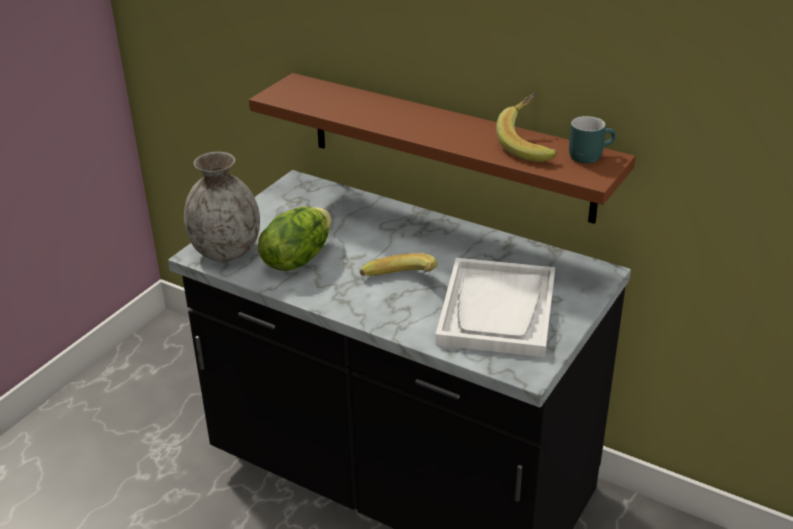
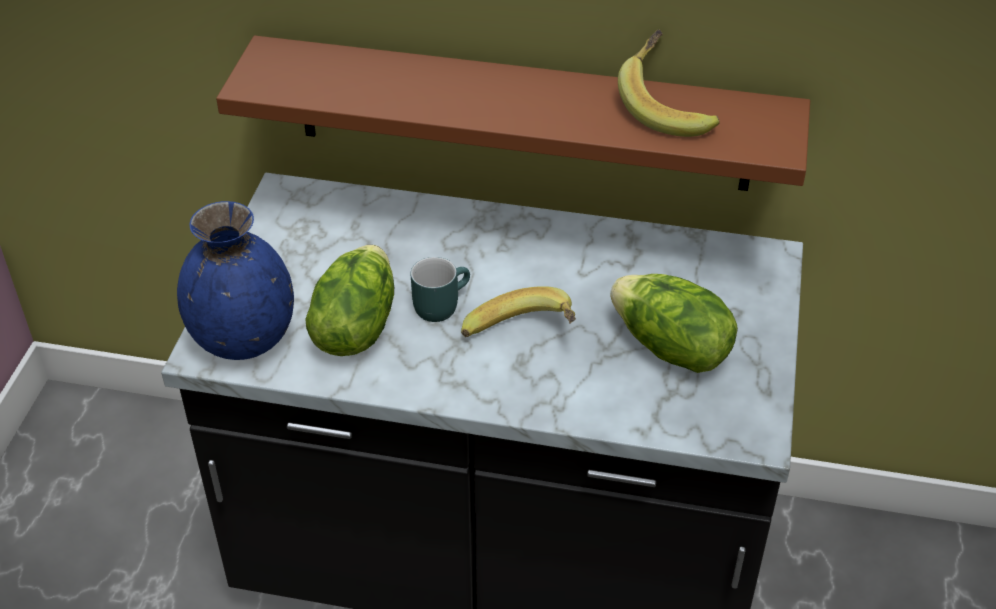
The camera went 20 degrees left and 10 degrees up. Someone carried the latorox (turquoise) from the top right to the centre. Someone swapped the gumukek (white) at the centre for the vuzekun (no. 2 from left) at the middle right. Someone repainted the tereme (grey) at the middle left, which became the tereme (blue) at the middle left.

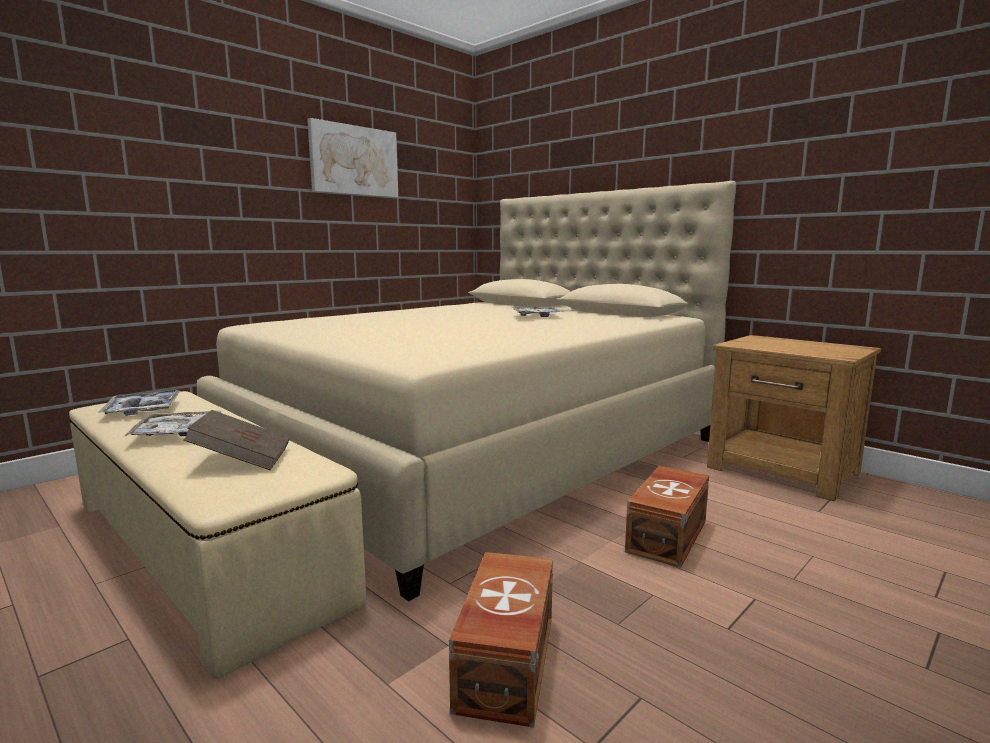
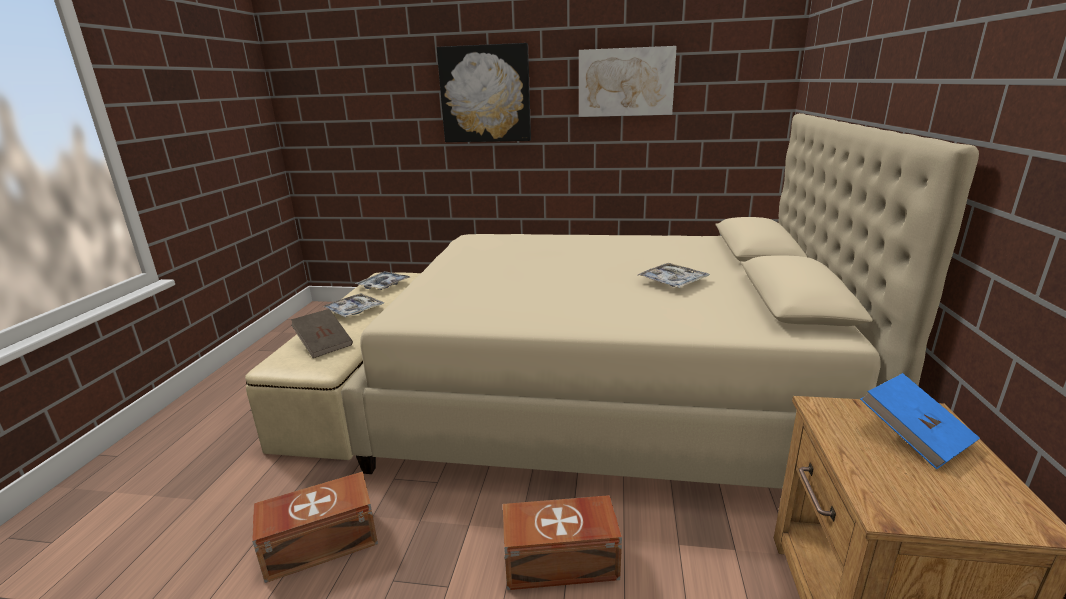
The camera went 55 degrees right and 10 degrees up. Someone put up the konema (no. 1 from left) at the top centre. Someone put down the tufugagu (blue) at the bottom right.

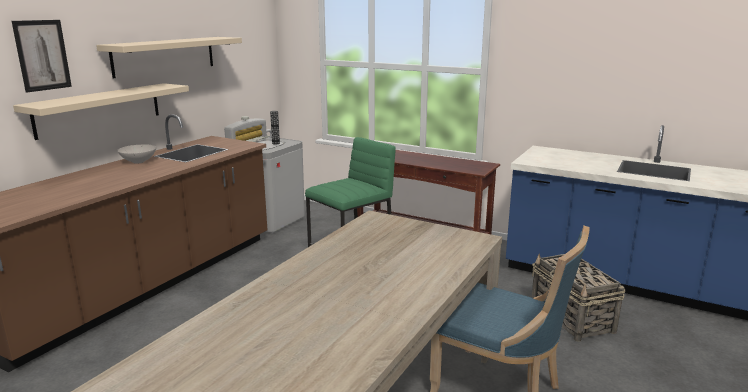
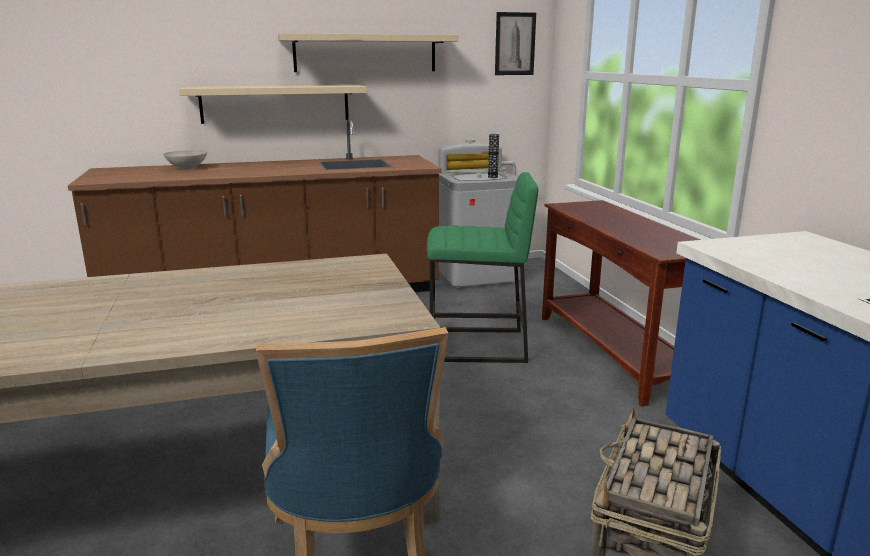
The camera went 45 degrees right and 0 degrees up. Someone carried the konema from the top left to the top centre. Someone carried the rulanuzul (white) from the middle left to the top left.

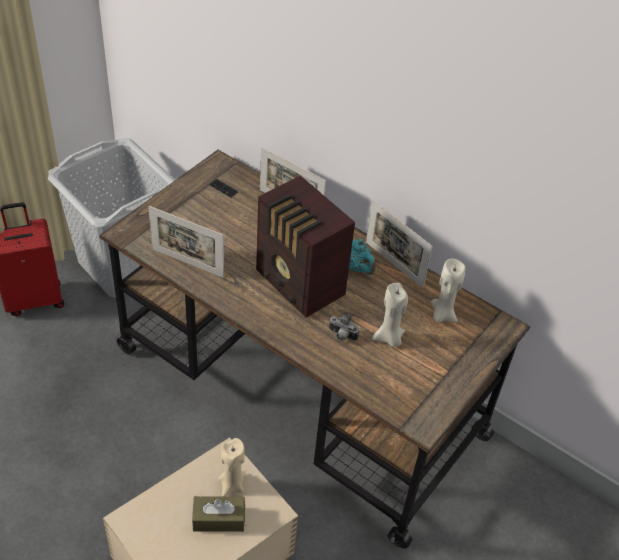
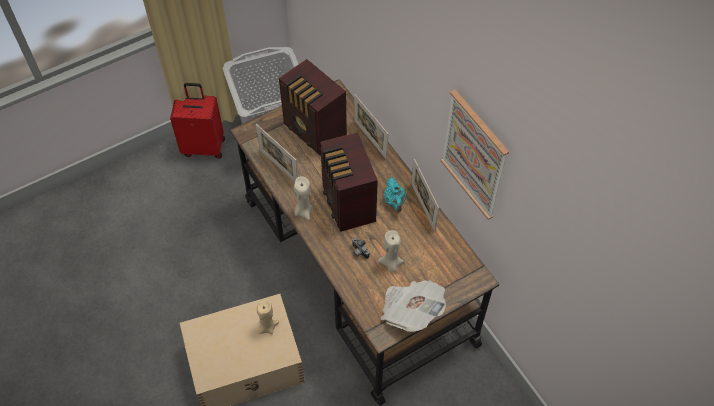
The camera went 25 degrees right and 10 degrees up. Someone took away the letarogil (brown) at the bottom centre. Someone put down the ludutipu (no. 1 from left) at the top centre. Someone put down the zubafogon at the bottom centre. Someone put up the konema at the centre. Someone carried the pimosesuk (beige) (no. 3 from left in the first image) from the middle right to the centre.

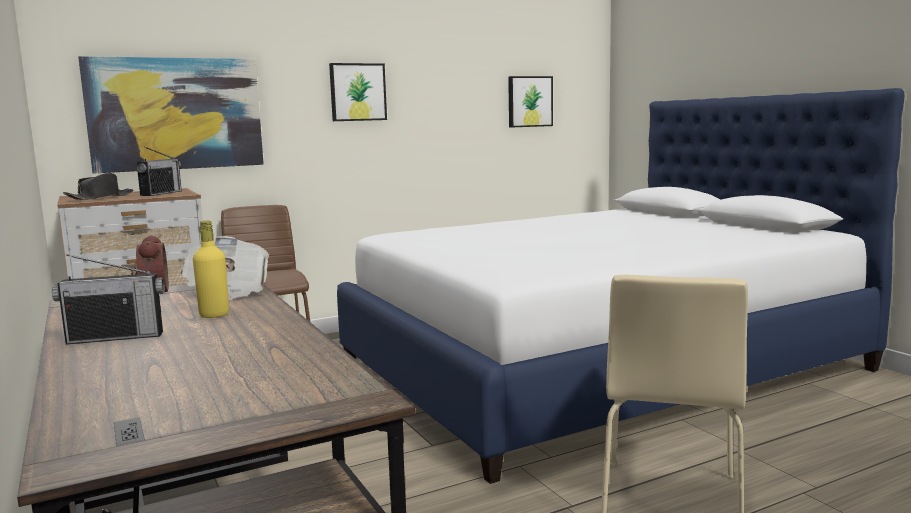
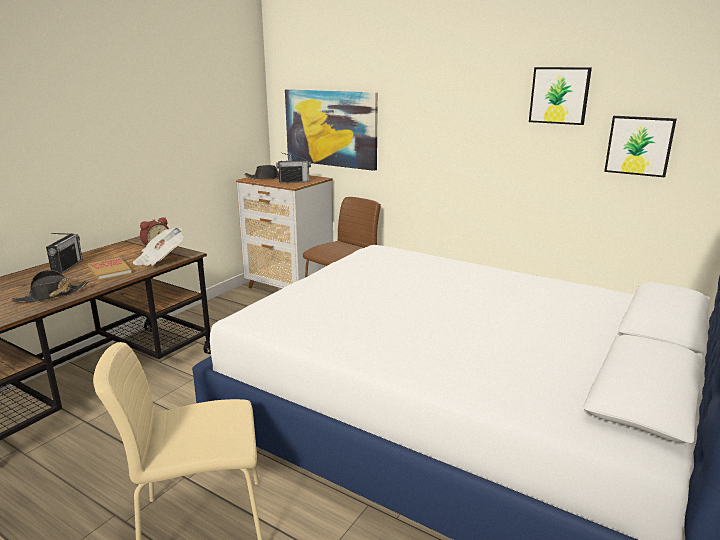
The camera went 60 degrees right and 10 degrees up. Someone put down the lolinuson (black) (no. 1 from left) at the middle left. Someone carried the konema (no. 2 from left) from the top centre to the top right. Someone swapped the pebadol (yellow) at the middle left for the tufugagu at the middle left. Someone rotated the ludutipu (no. 1 from left) at the middle left by 135 degrees counterclockwise.

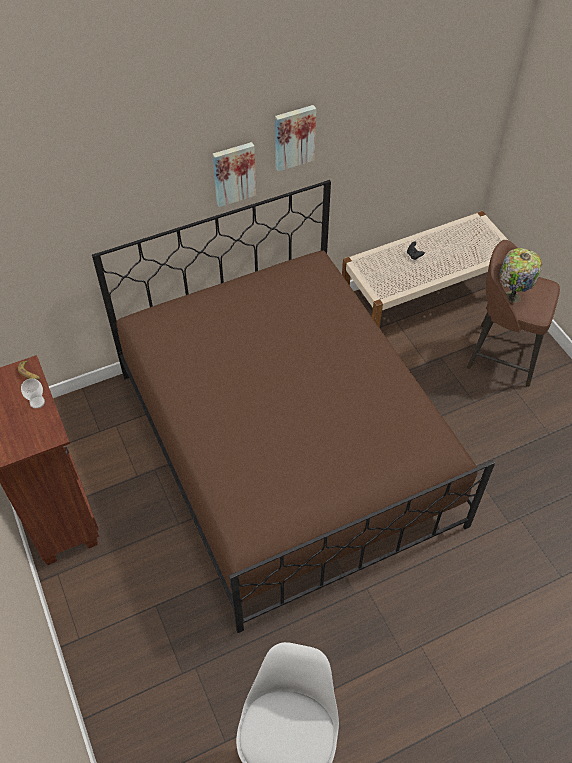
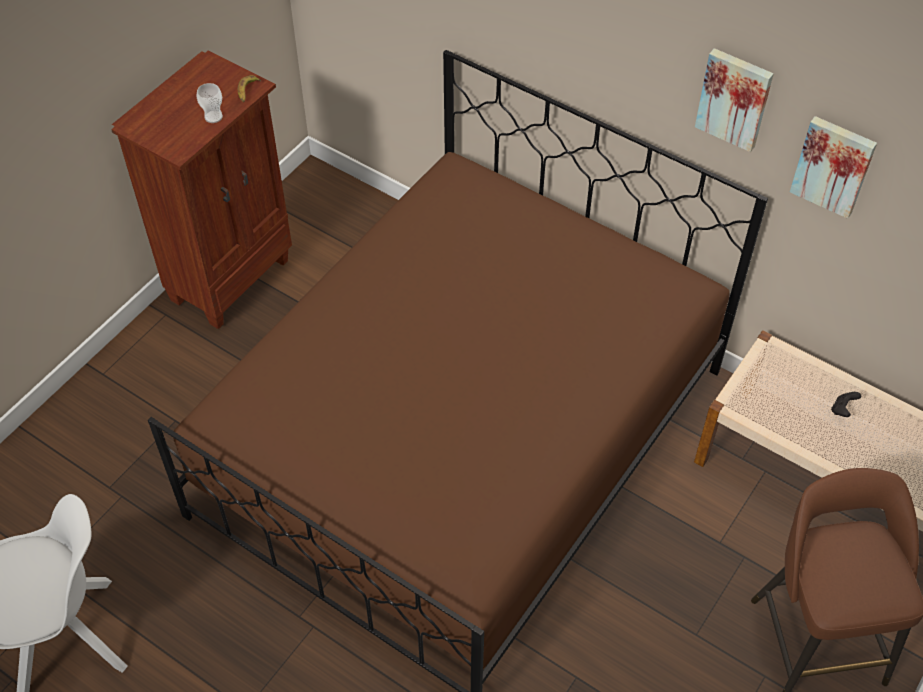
The camera went 60 degrees right and 0 degrees up. Someone took away the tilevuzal at the middle right. Someone carried the konema (no. 1 from left in the first image) from the top centre to the top right.

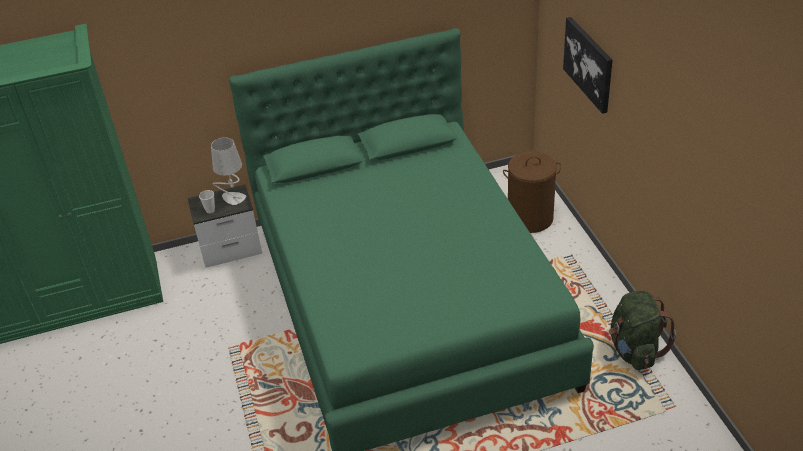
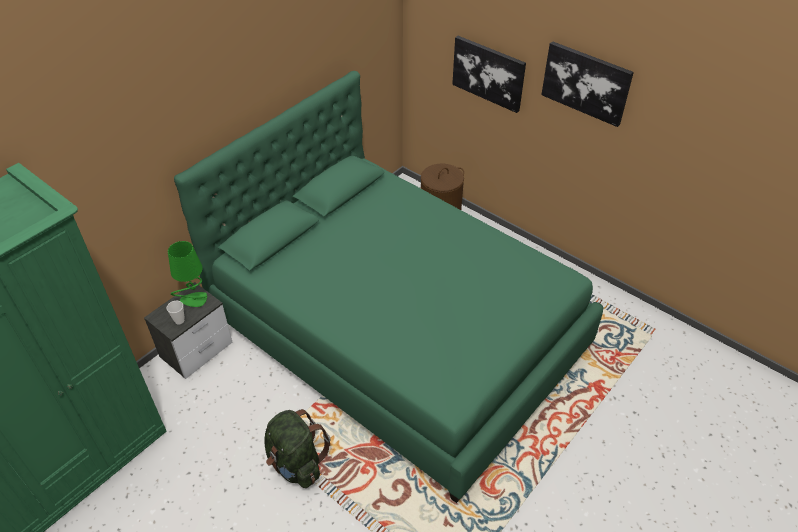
The camera went 35 degrees left and 5 degrees up. Someone put up the konema (no. 2 from left) at the top right. Someone carried the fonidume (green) from the bottom right to the bottom centre. Someone repainted the tilevuzal (grey) at the middle left, which became the tilevuzal (green) at the middle left.

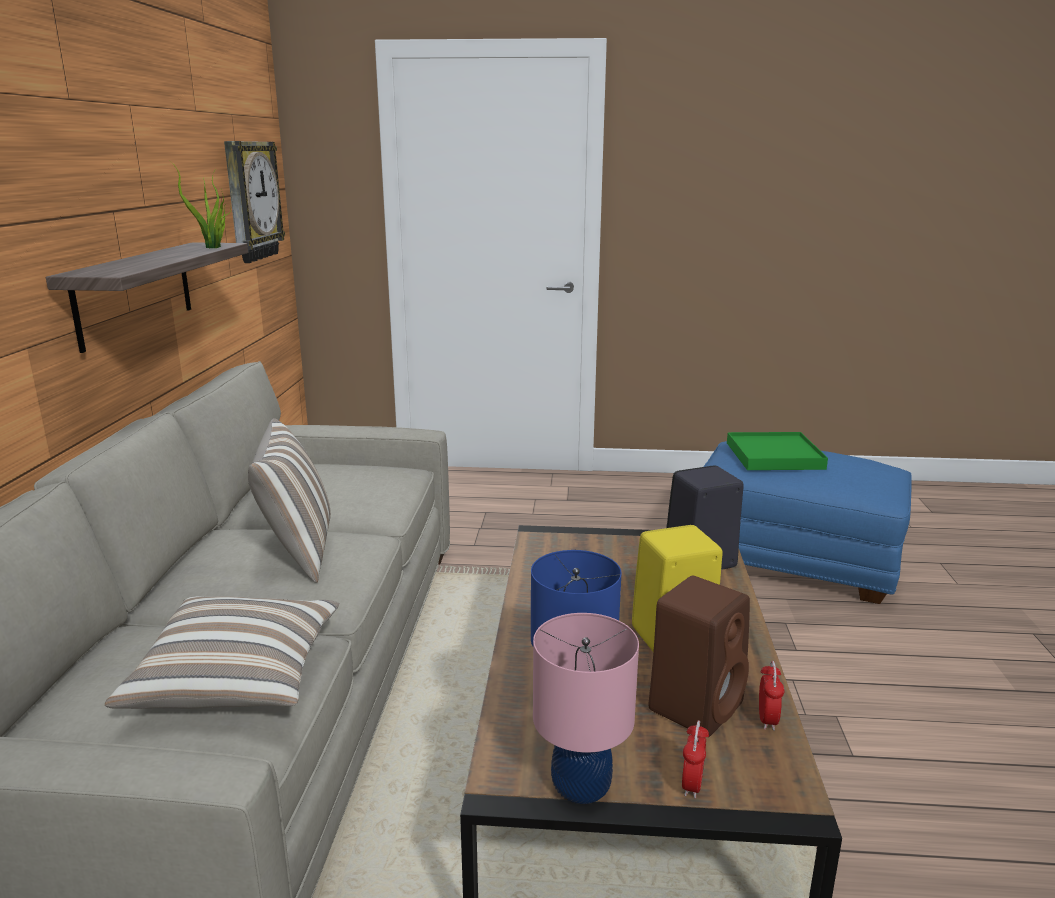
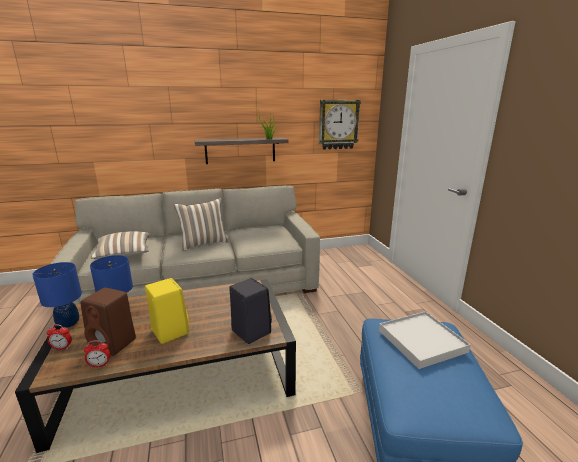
The camera went 70 degrees right and 0 degrees up. Someone repainted the tilevuzal (pink) at the bottom centre, which became the tilevuzal (blue) (no. 1 from left) at the middle left. Someone repainted the gumukek (green) at the middle right, which became the gumukek (white) at the bottom right.

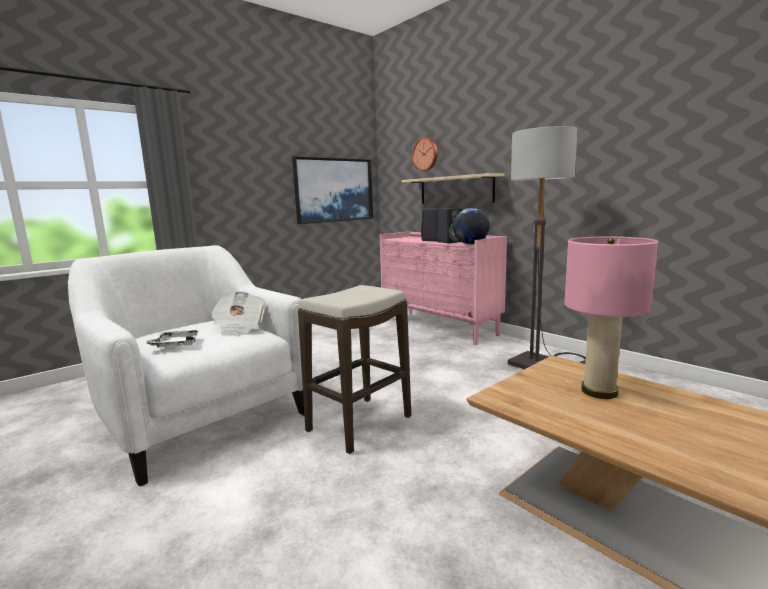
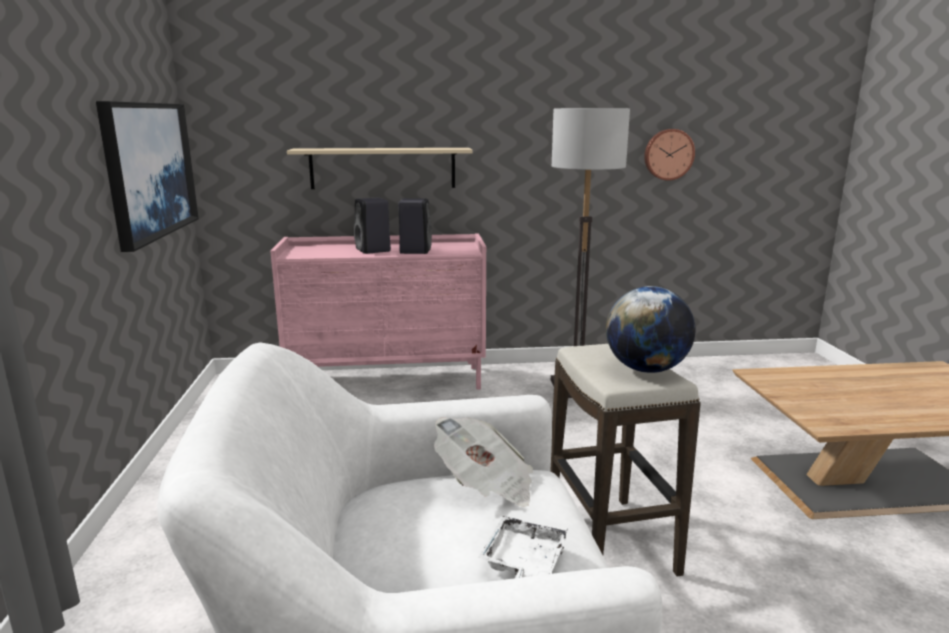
The camera went 55 degrees left and 5 degrees up. Someone took away the tilevuzal (pink) at the middle right. Someone carried the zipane from the top centre to the top right. Someone carried the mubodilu from the centre to the middle right.

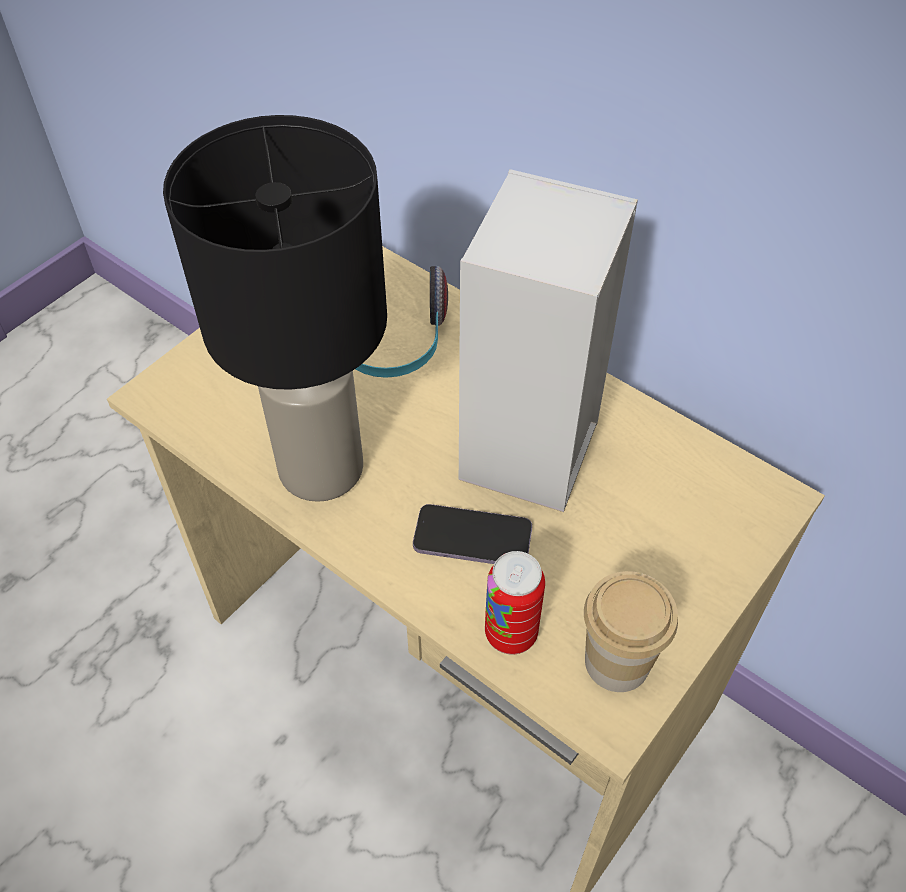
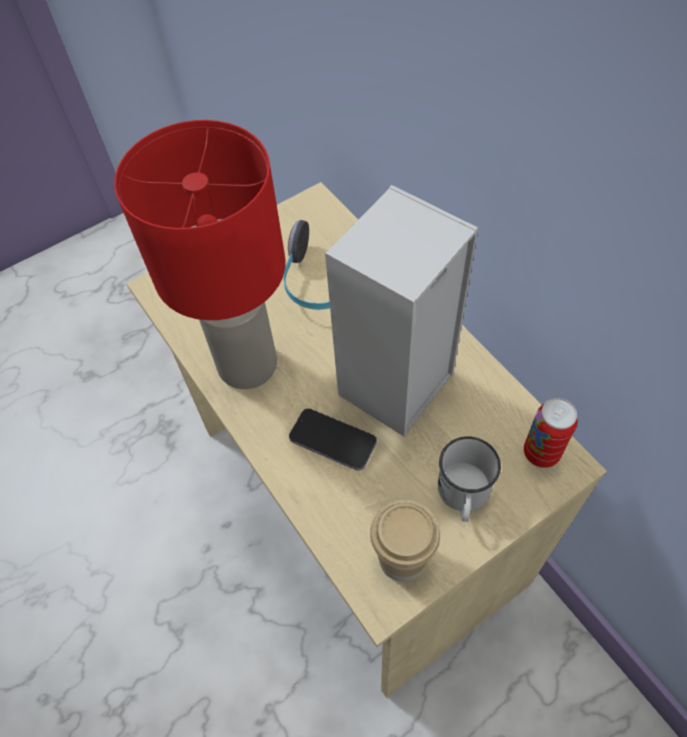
The camera went 20 degrees right and 5 degrees up. Someone put down the latorox (white) at the middle right. Someone carried the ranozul from the bottom centre to the middle right. Someone repainted the tilevuzal (black) at the middle left, which became the tilevuzal (red) at the middle left.

